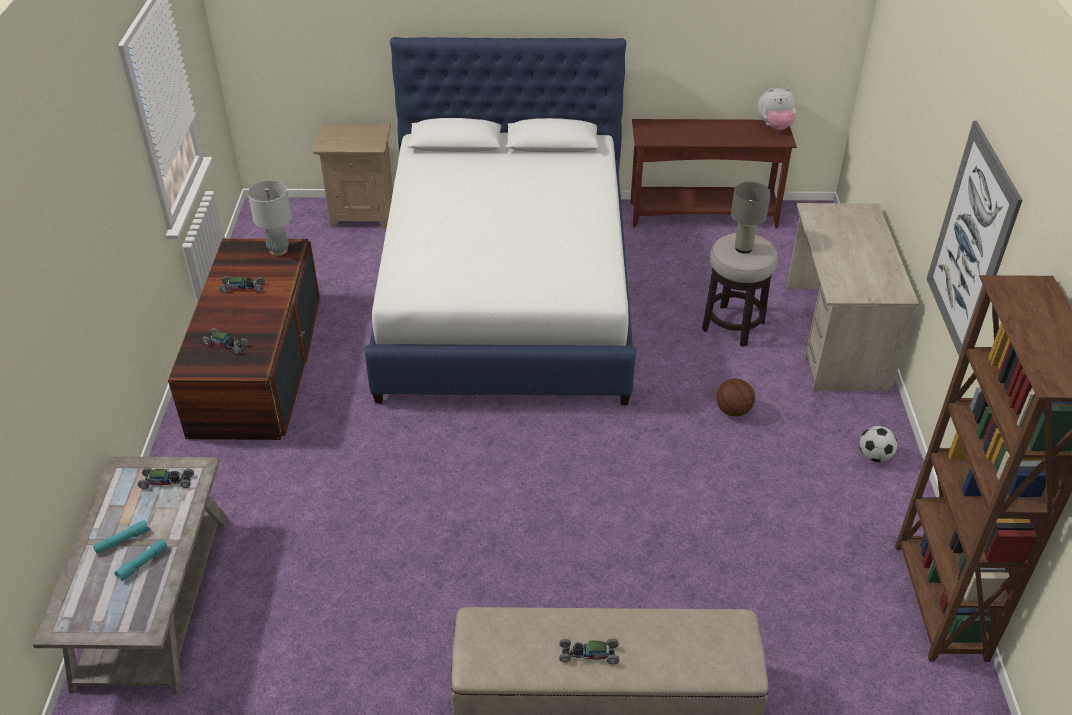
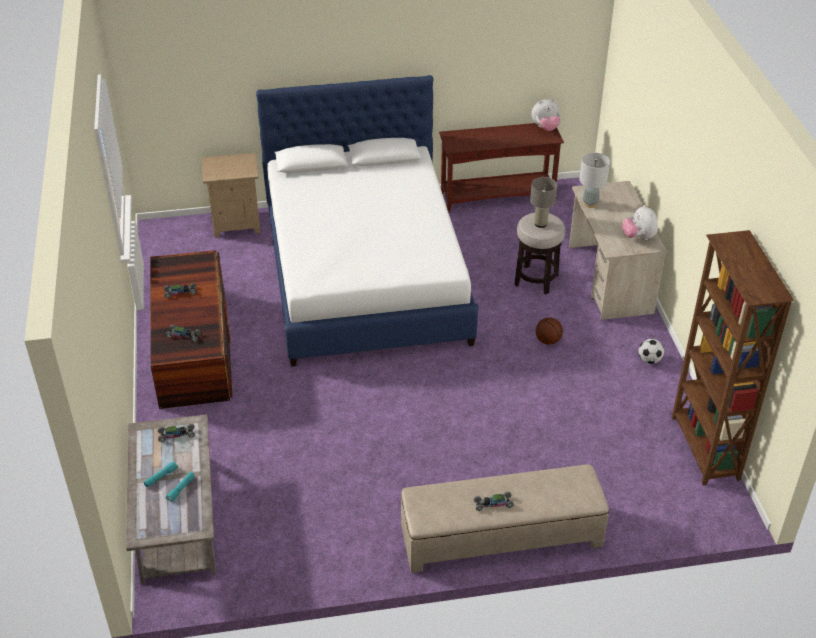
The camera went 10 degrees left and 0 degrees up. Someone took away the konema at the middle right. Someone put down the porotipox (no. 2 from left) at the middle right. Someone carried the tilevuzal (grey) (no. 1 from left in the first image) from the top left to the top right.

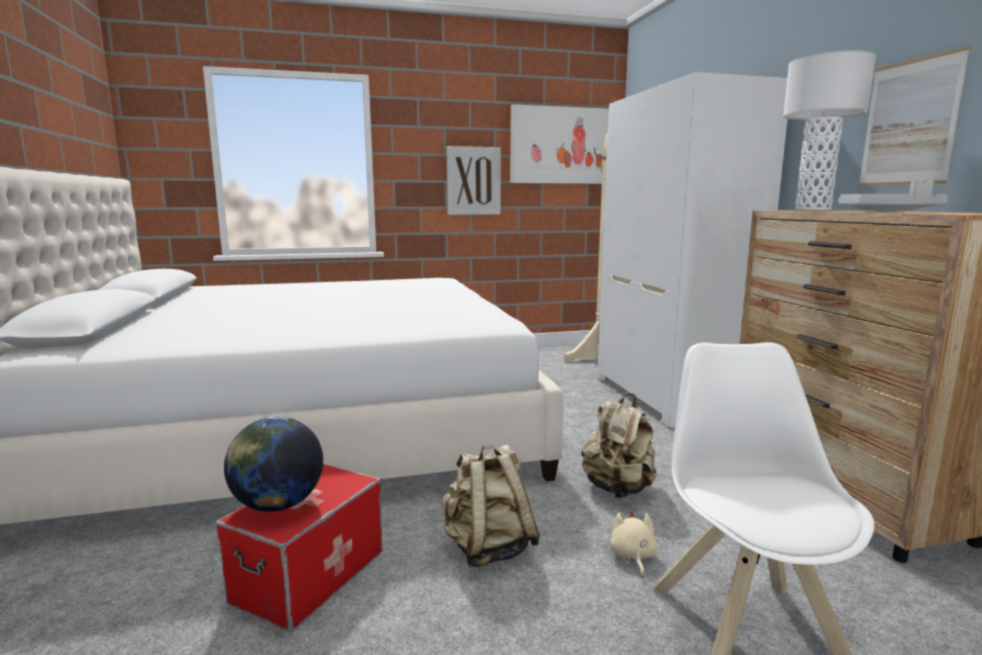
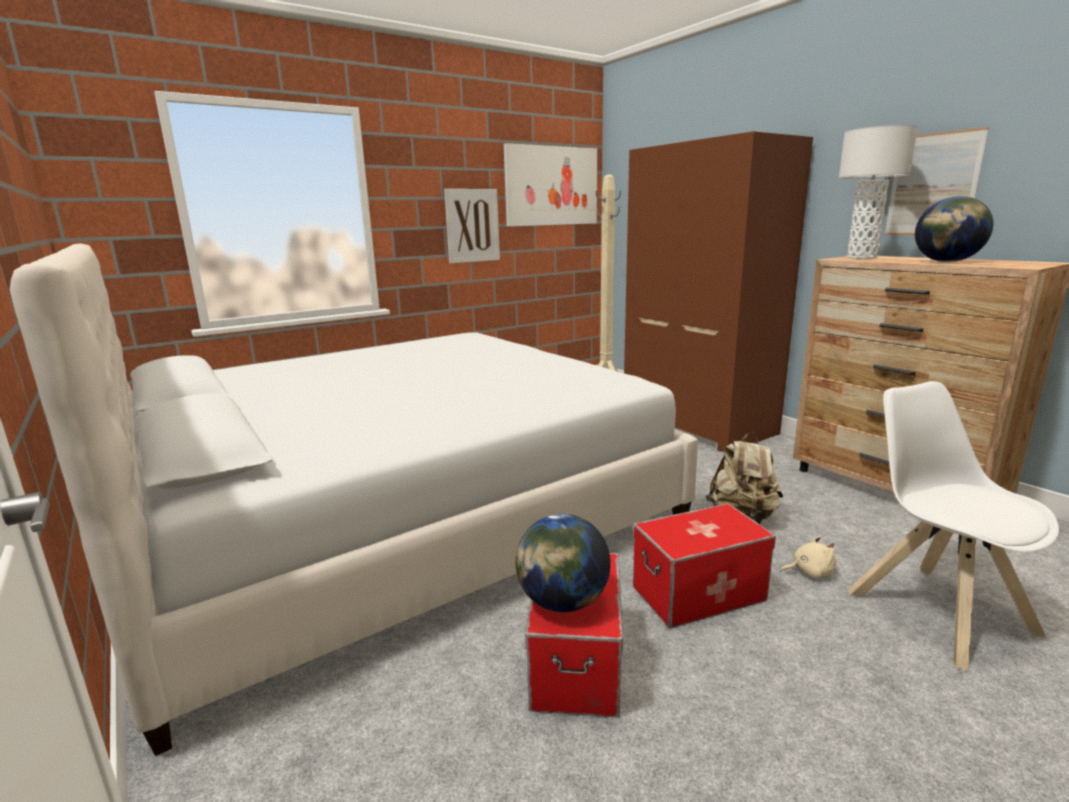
The camera went 20 degrees left and 5 degrees up. Someone swapped the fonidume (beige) (no. 1 from left) at the bottom centre for the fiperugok (no. 2 from left) at the bottom centre. Someone swapped the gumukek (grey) at the top right for the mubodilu (no. 2 from left) at the top right. Someone repainted the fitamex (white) at the middle right, which became the fitamex (brown) at the middle right. Someone rotated the porotipox (beige) at the bottom centre by 105 degrees clockwise.

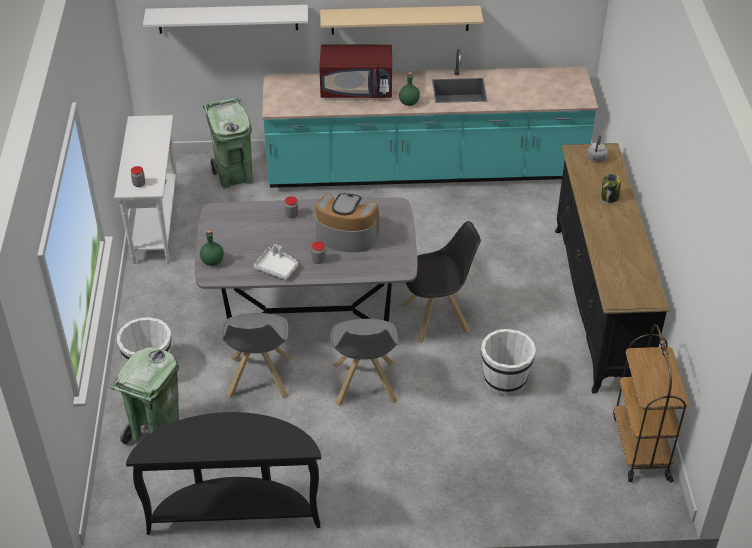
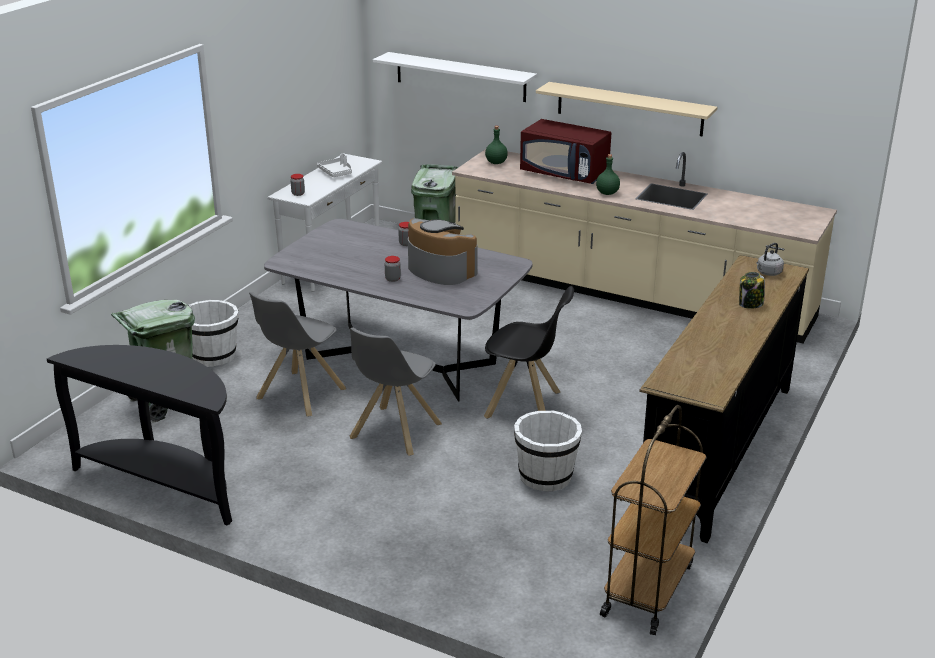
The camera went 30 degrees right and 15 degrees down. Someone carried the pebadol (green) (no. 1 from left) from the middle left to the top centre. Someone carried the gumukek (white) from the centre to the top centre. Someone repainted the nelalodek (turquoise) at the top centre, which became the nelalodek (beige) at the middle right.

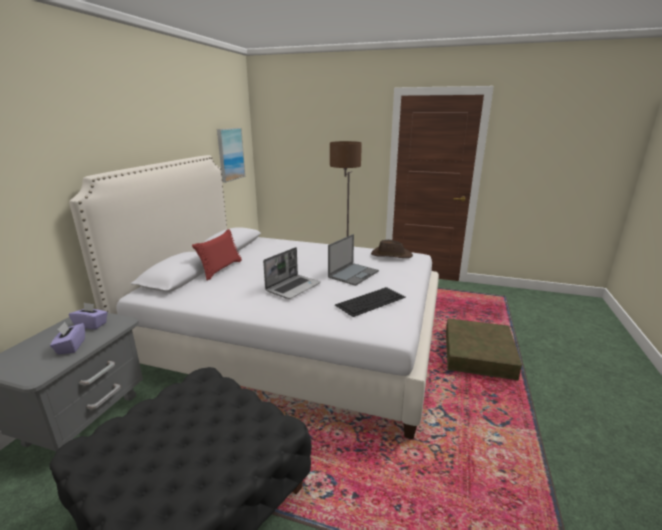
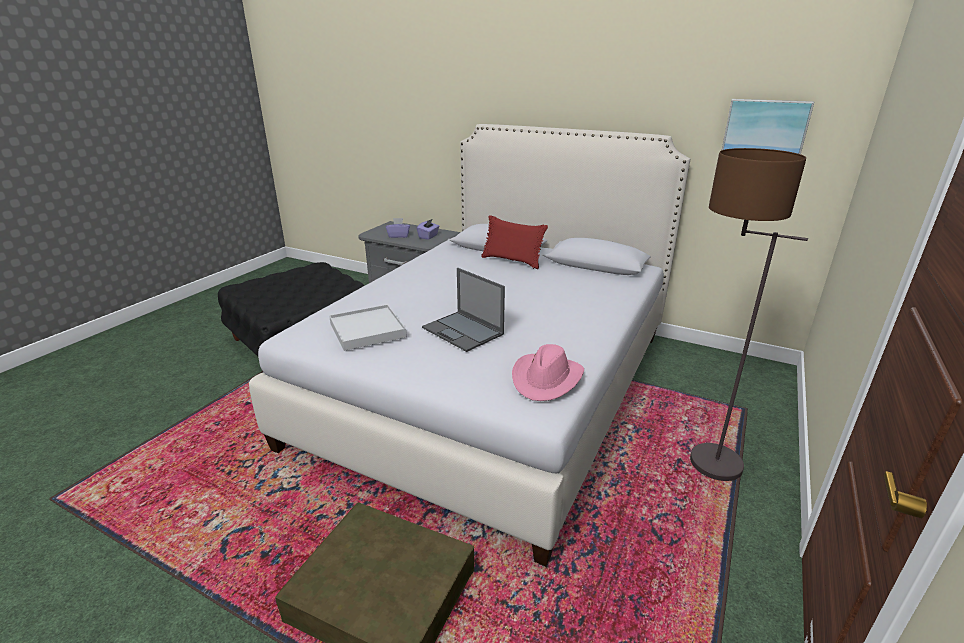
The camera went 100 degrees right and 5 degrees up. Someone took away the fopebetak (no. 1 from left) at the centre. Someone swapped the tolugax at the centre for the gumukek (white) at the centre. Someone repainted the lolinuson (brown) at the centre, which became the lolinuson (pink) at the centre.

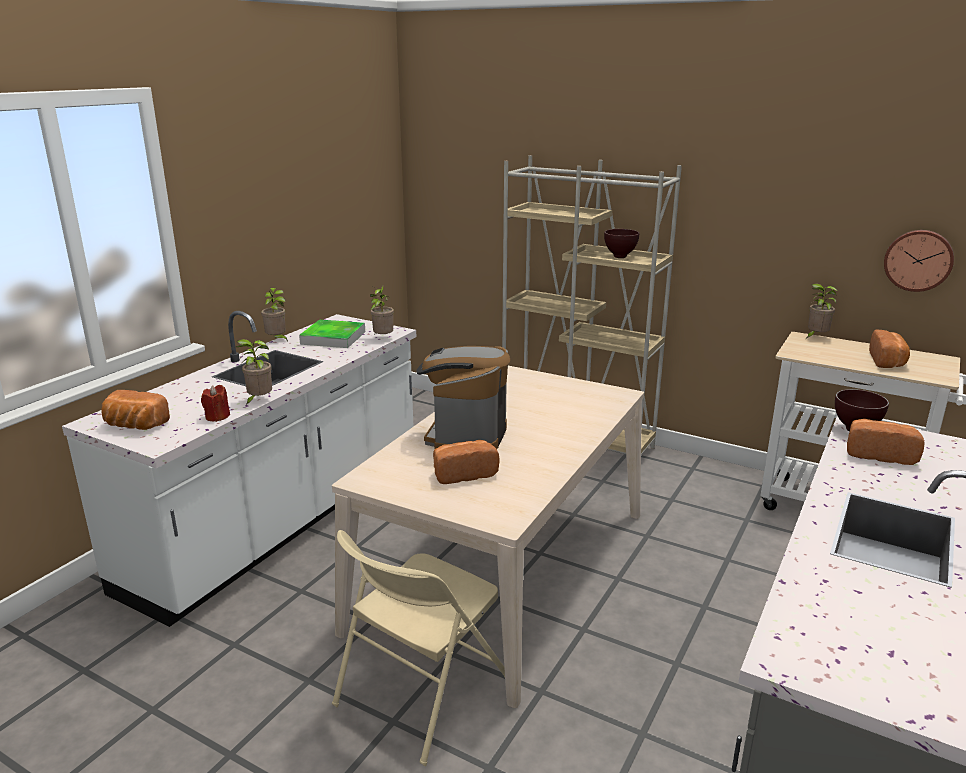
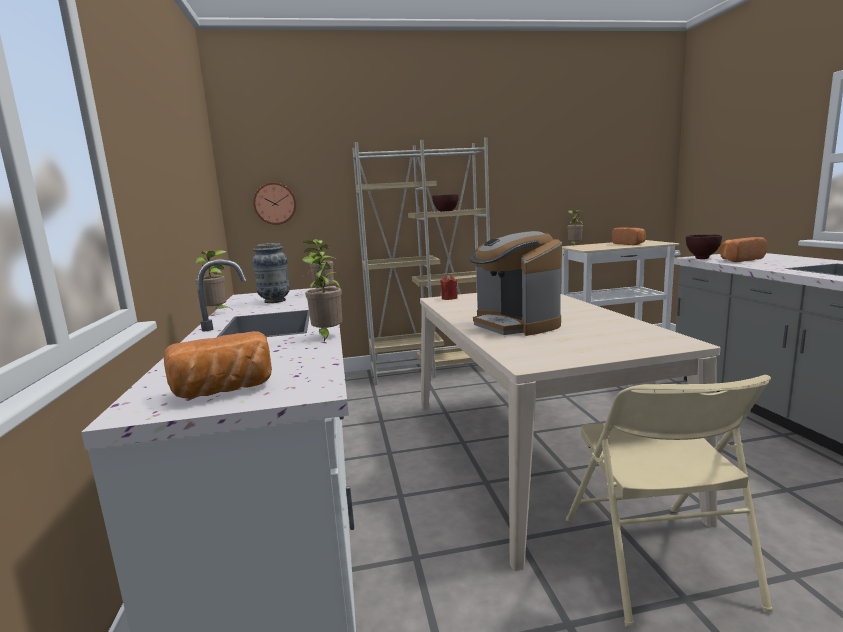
The camera went 40 degrees left and 10 degrees down. Someone took away the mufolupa (no. 2 from left) at the centre. Someone carried the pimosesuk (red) from the middle left to the centre. Someone carried the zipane from the middle right to the top left. Someone swapped the gumukek at the centre for the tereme at the middle left.

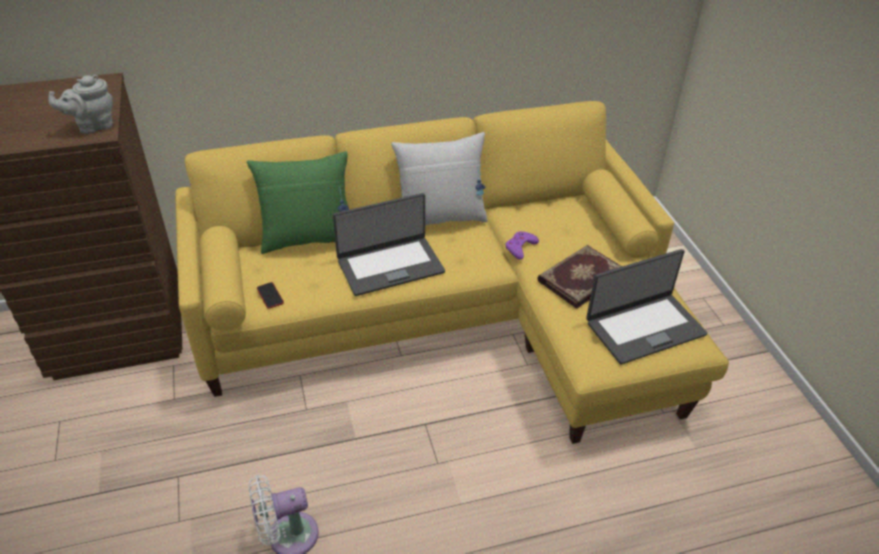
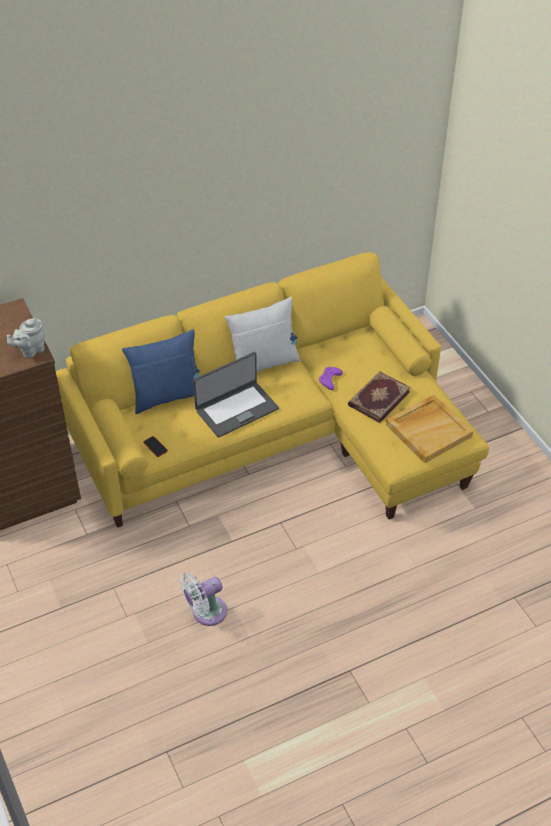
The camera went 10 degrees left and 5 degrees up. Someone swapped the fopebetak (no. 2 from left) at the middle right for the gumukek (beige) at the middle right. Someone repainted the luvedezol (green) at the centre, which became the luvedezol (blue) at the middle left.

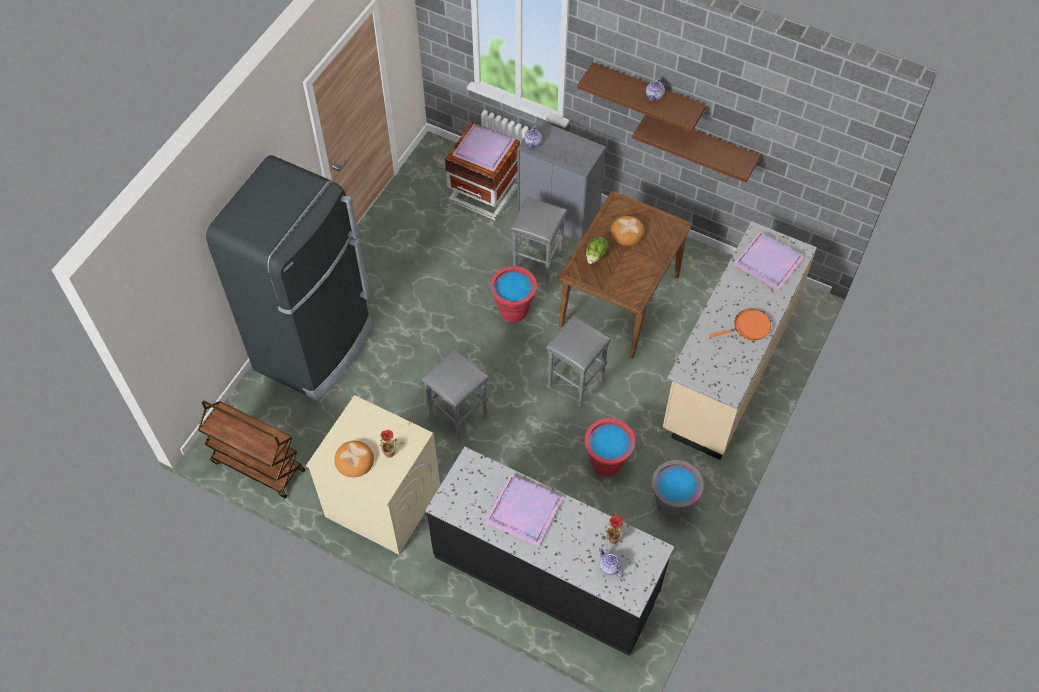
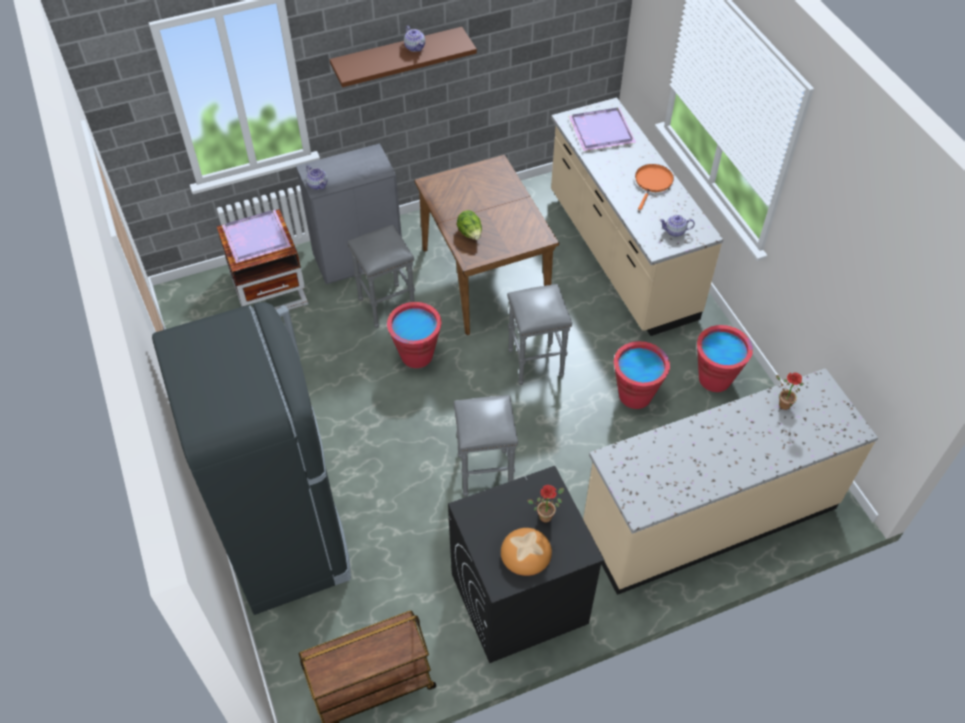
The camera went 50 degrees left and 5 degrees down. Someone took away the gumukek (purple) (no. 2 from left) at the bottom centre. Someone took away the mufolupa (no. 2 from left) at the centre. Someone took away the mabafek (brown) (no. 2 from left) at the top right. Someone carried the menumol (no. 2 from left in the first image) from the bottom centre to the top right. Someone repainted the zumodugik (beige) at the bottom centre, which became the zumodugik (black) at the bottom centre. Someone repainted the nelalodek (black) at the bottom centre, which became the nelalodek (beige) (no. 2 from left) at the middle right. Someone repainted the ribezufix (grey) at the bottom centre, which became the ribezufix (red) (no. 3 from left) at the middle right.

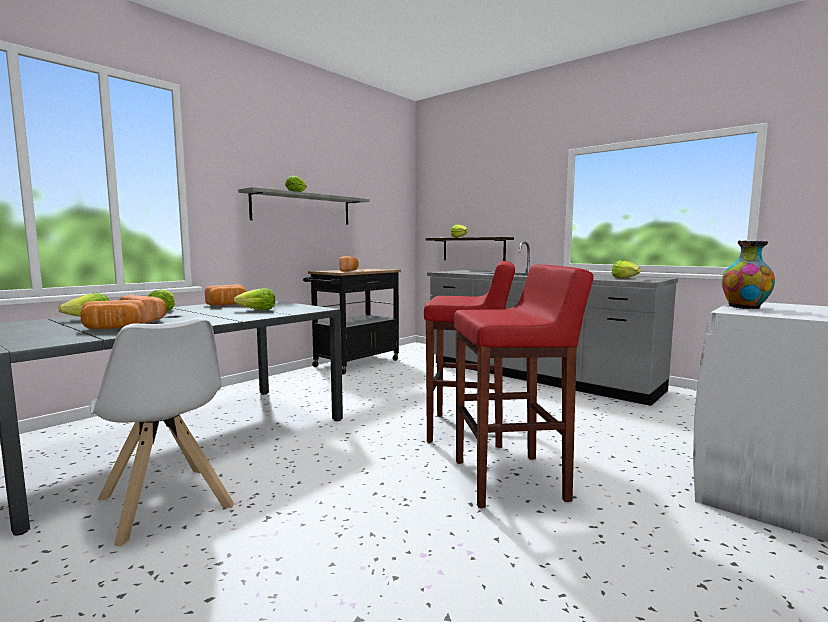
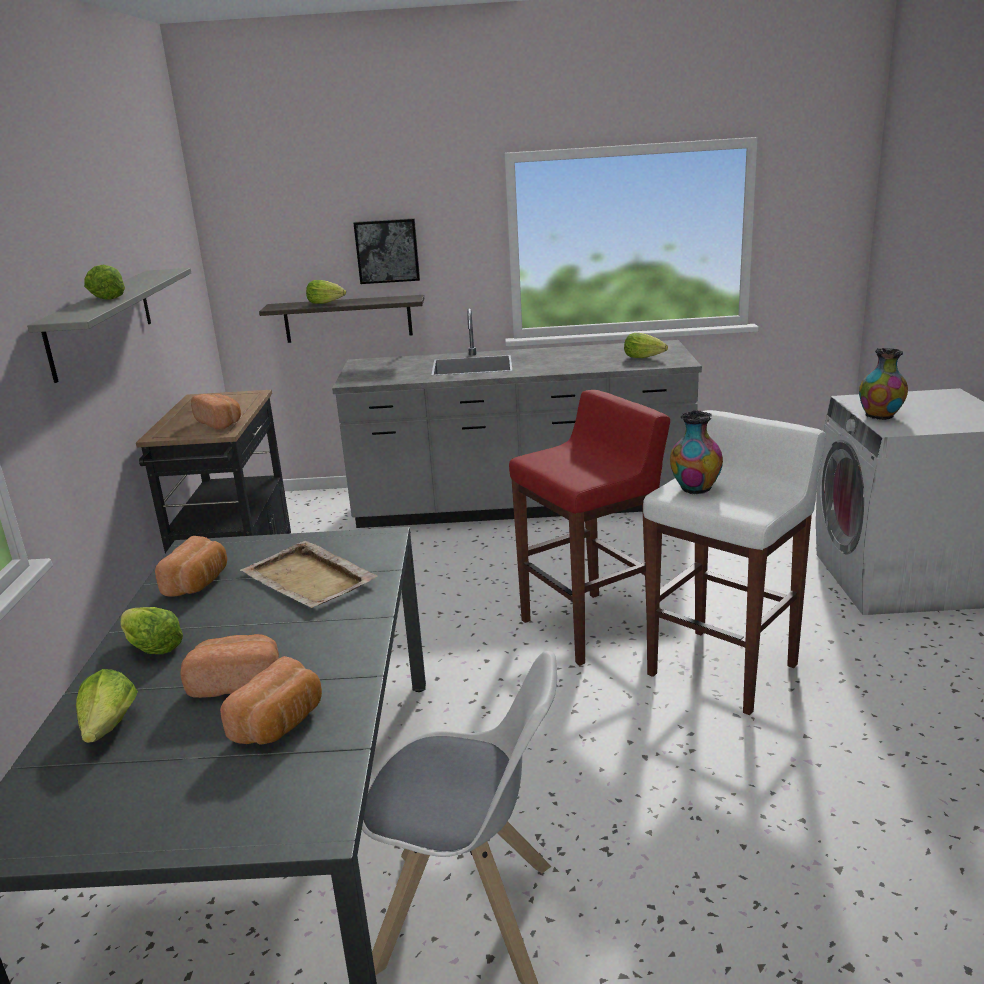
The camera went 40 degrees left and 15 degrees up. Someone put up the konema at the top centre. Someone put down the tereme (no. 1 from left) at the middle right. Someone swapped the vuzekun (no. 3 from left) at the middle left for the gumukek (beige) at the middle left. Someone repainted the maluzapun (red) (no. 2 from left) at the centre, which became the maluzapun (white) at the middle right.

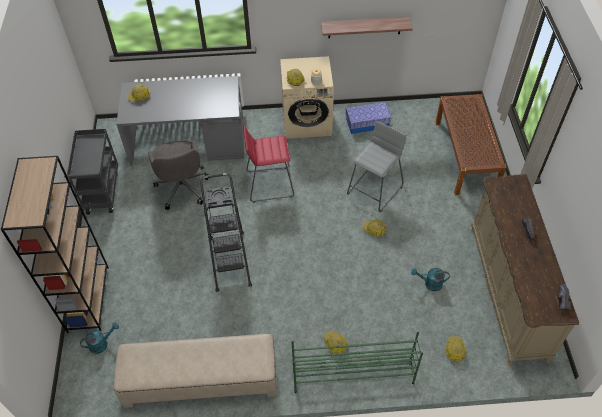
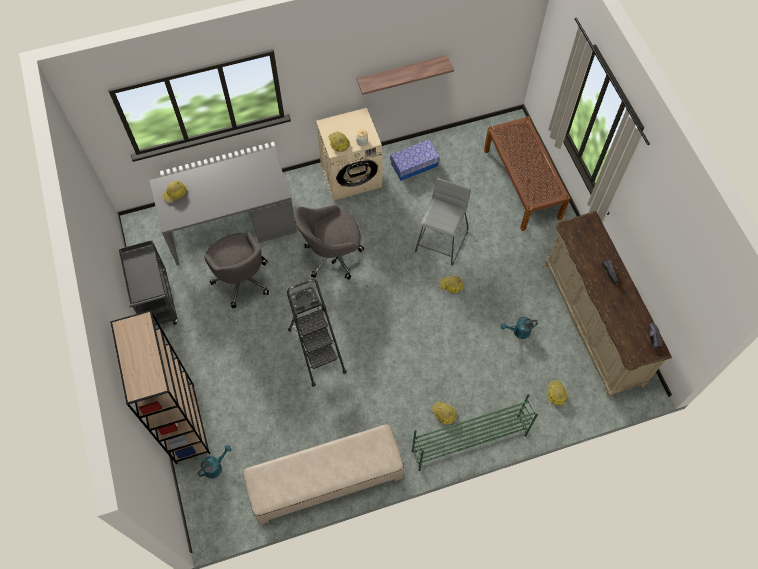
The camera went 15 degrees left and 10 degrees up. Someone swapped the maluzapun (red) at the centre for the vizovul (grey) (no. 2 from left) at the centre.

